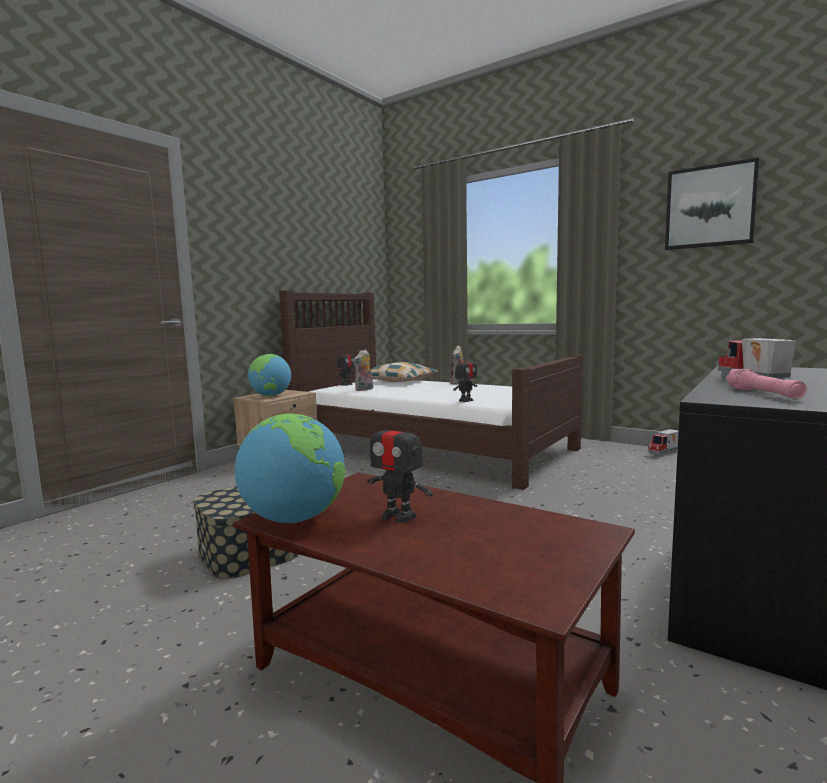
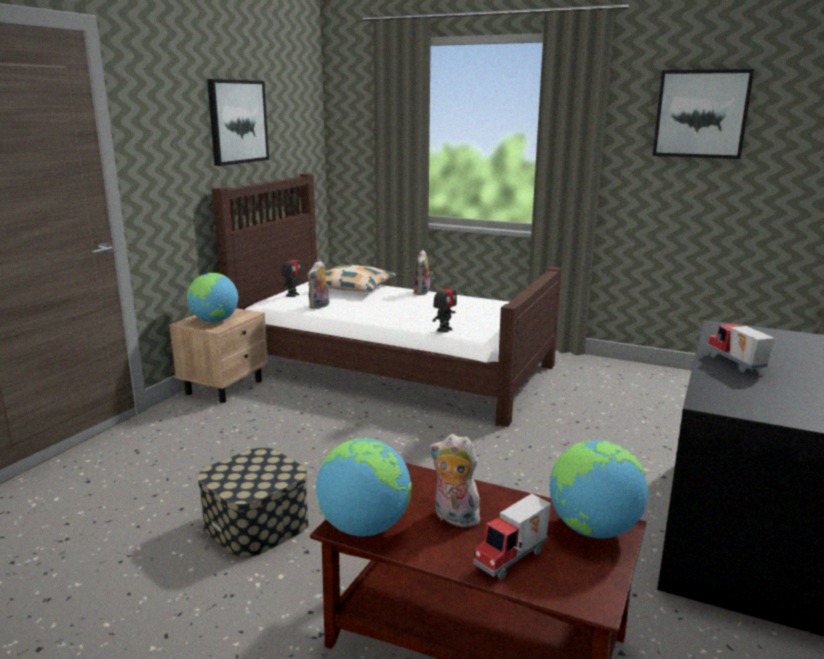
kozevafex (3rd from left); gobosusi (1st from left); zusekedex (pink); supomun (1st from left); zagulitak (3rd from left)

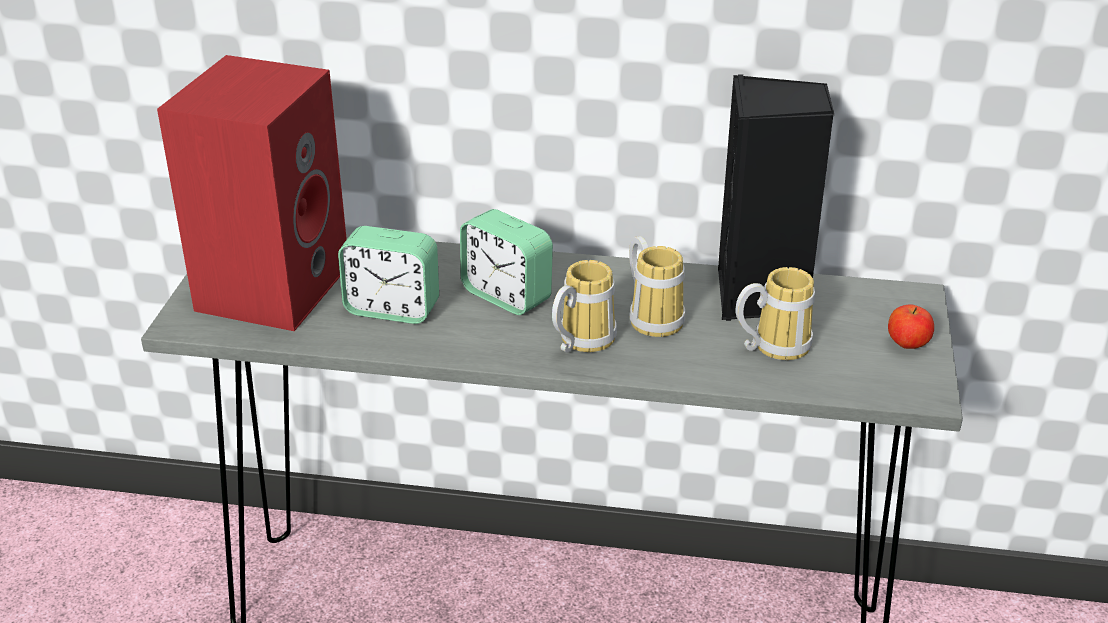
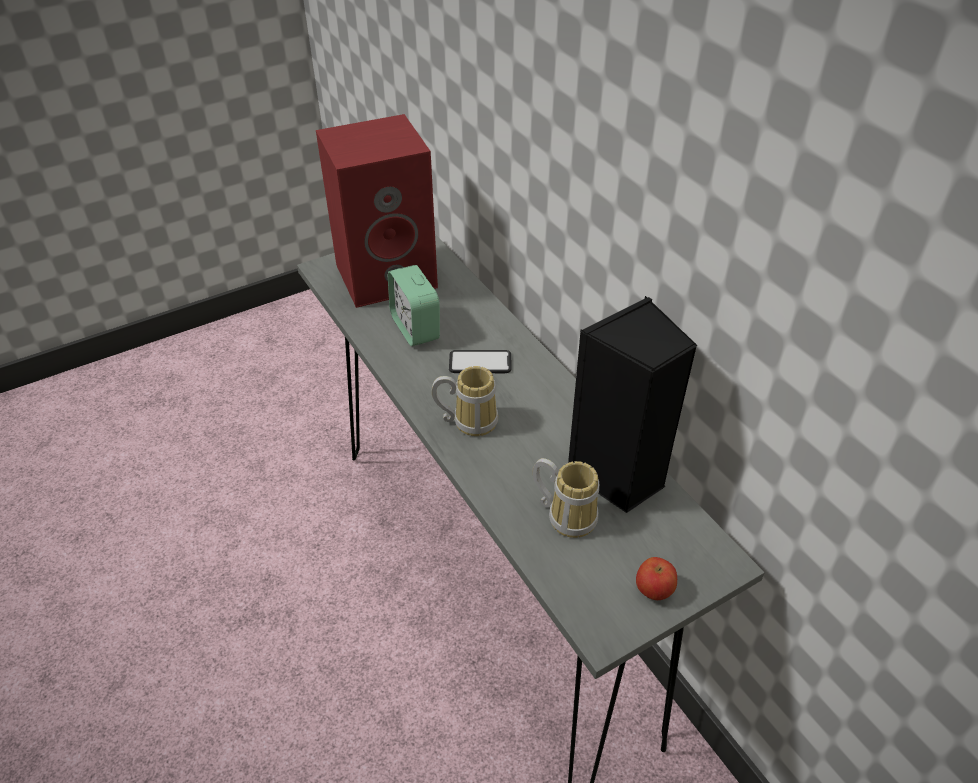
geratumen; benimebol (2nd from left in the first image)

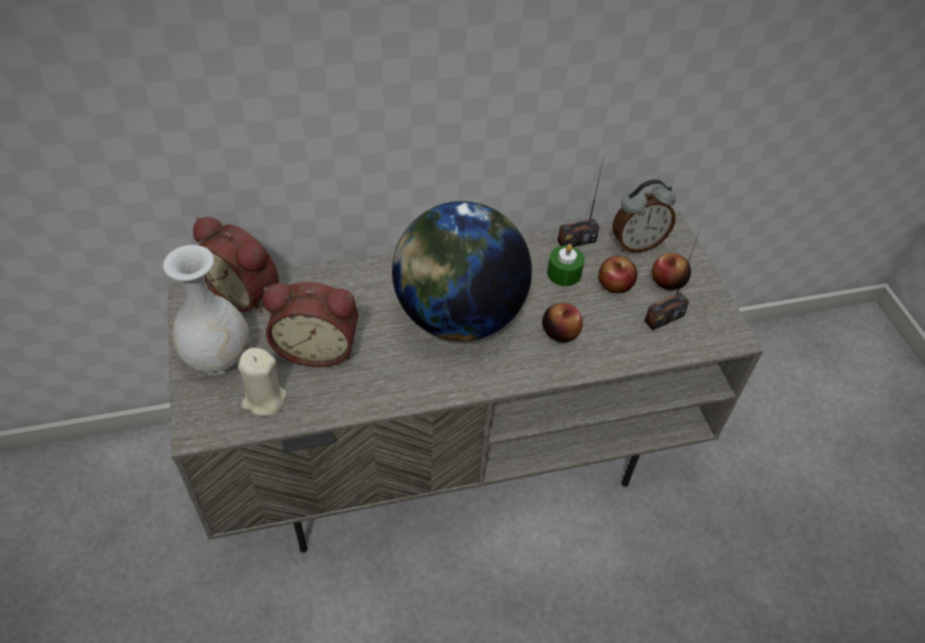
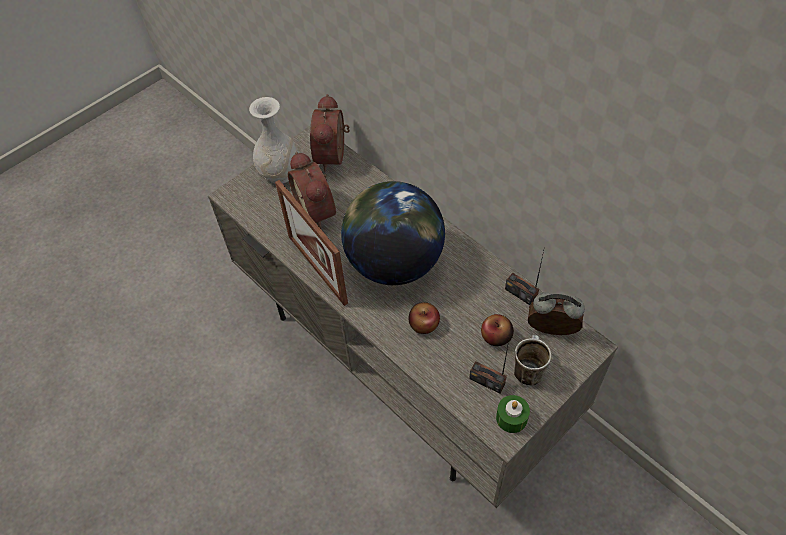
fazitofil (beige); fazitofil (green); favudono (3rd from left); benimebol; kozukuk

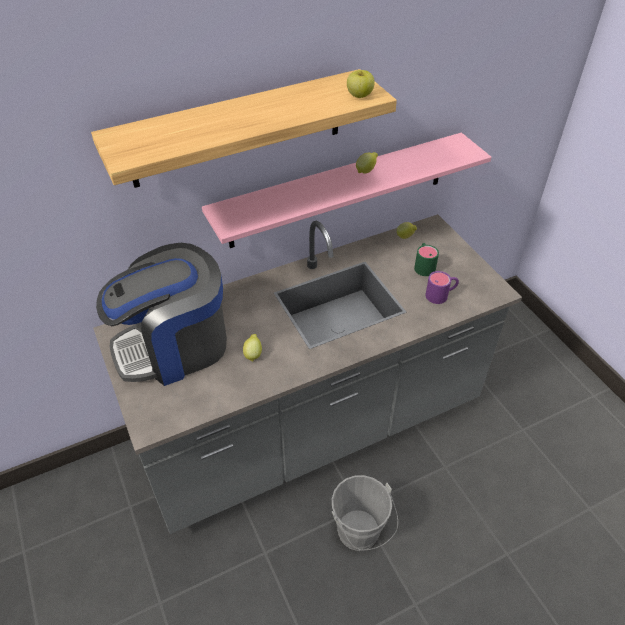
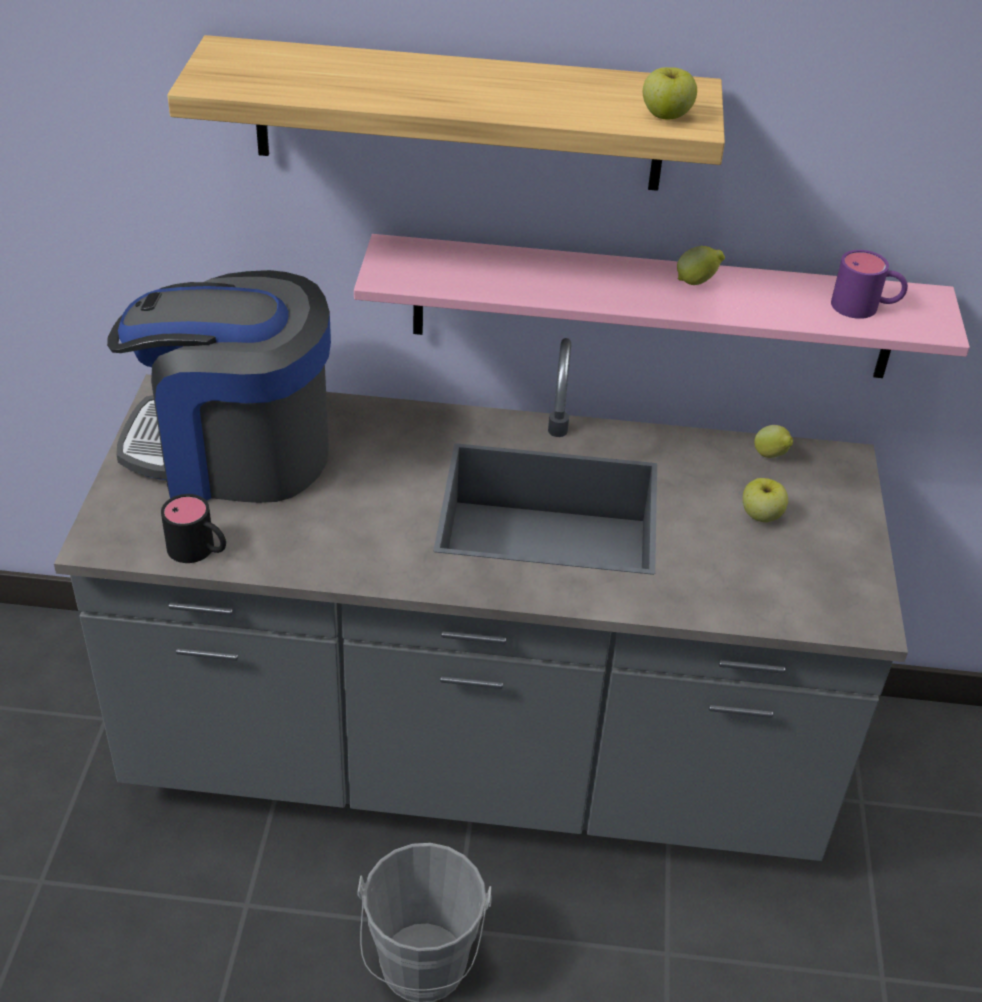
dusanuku (1st from left in the first image); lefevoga (2nd from left); benimebol (purple); benimebol (black)

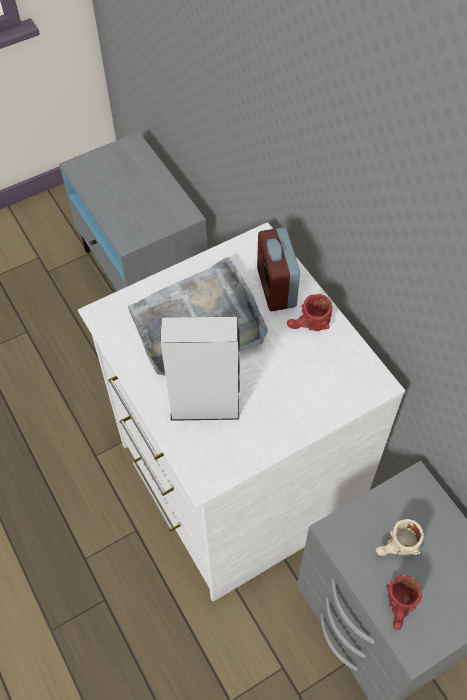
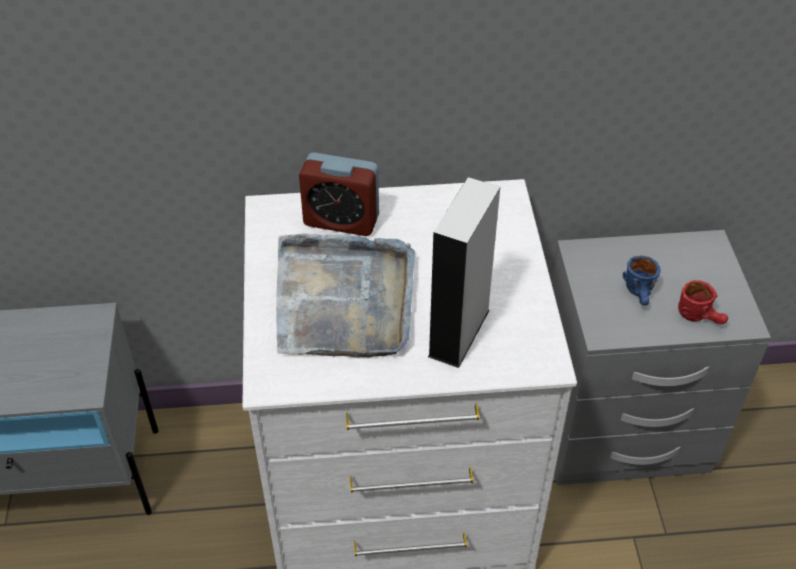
benimebol (red) (1st from left in the first image); benimebol (blue)

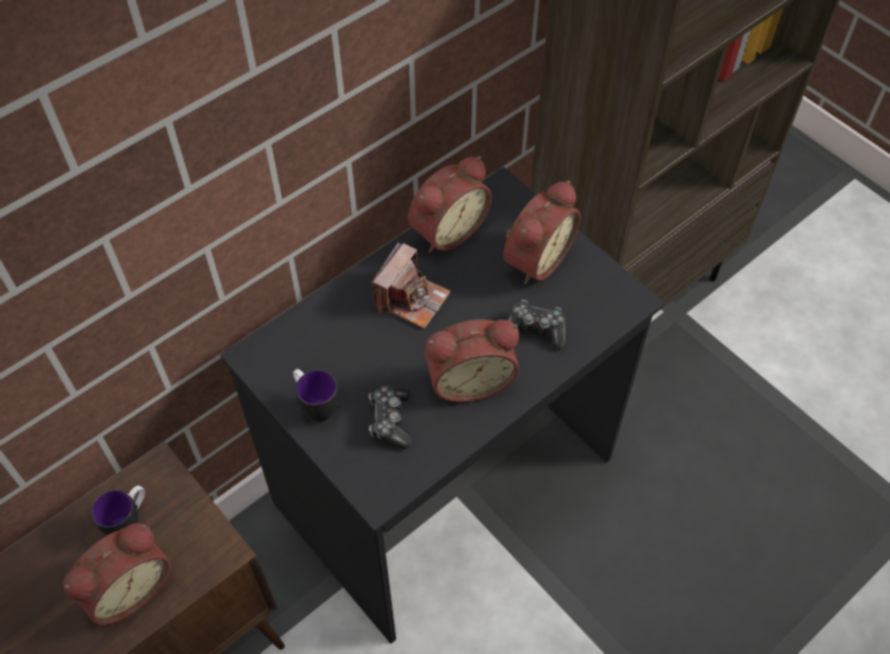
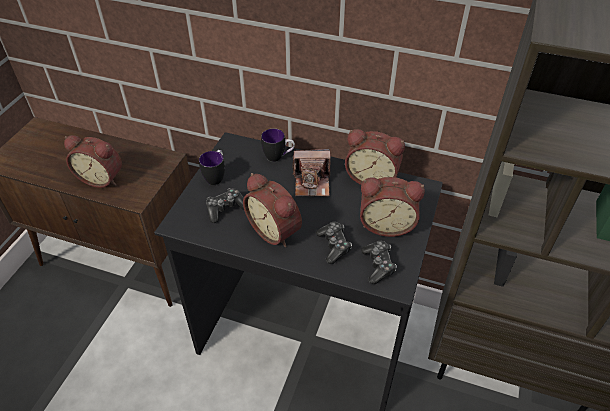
benimebol (2nd from left); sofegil (3rd from left)

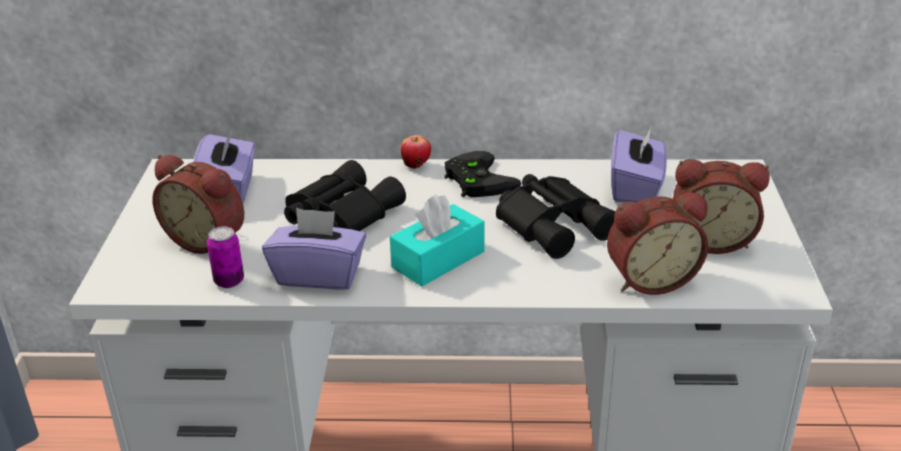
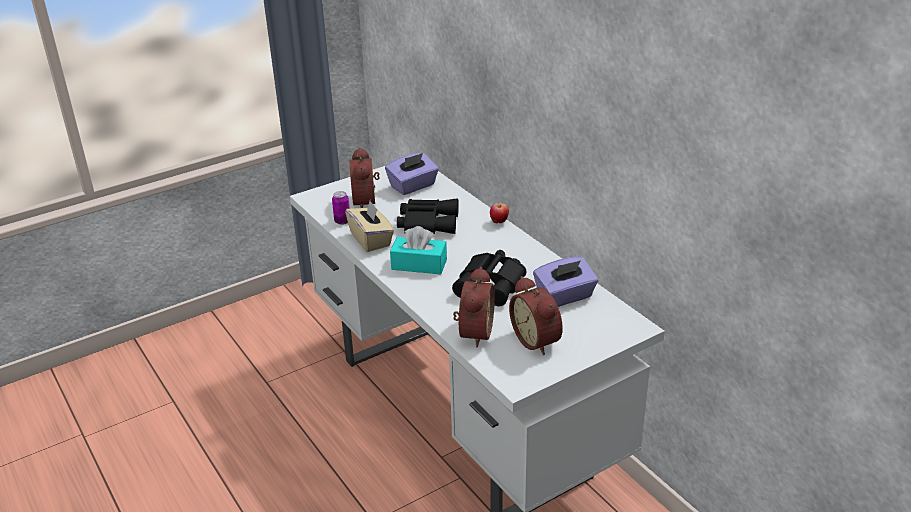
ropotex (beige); sofegil (black); favudono (2nd from left)

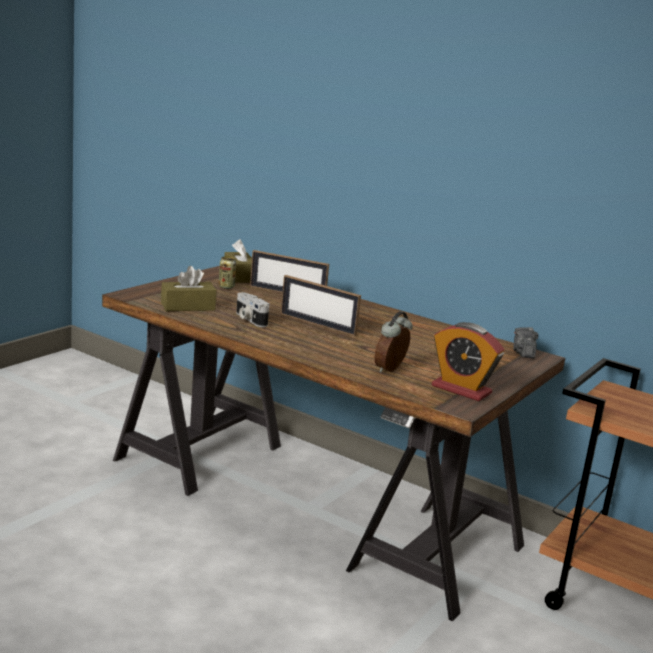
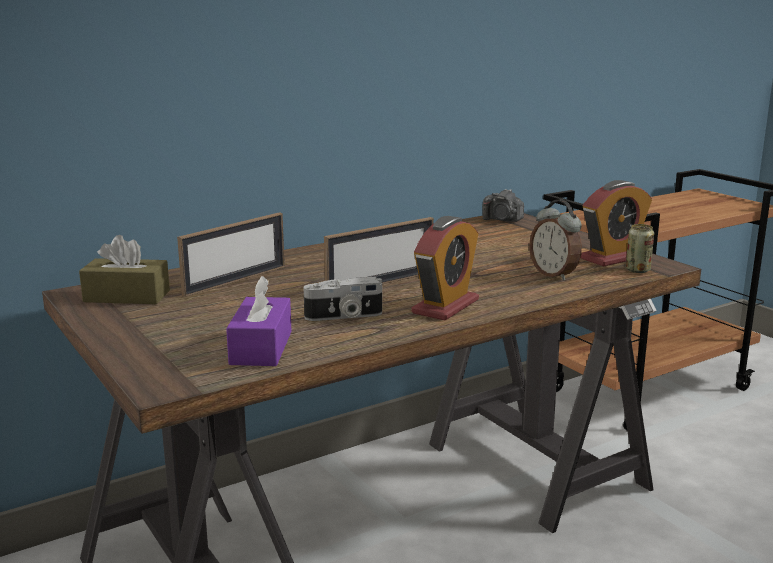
ropotex (purple); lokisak; favudono (1st from left)

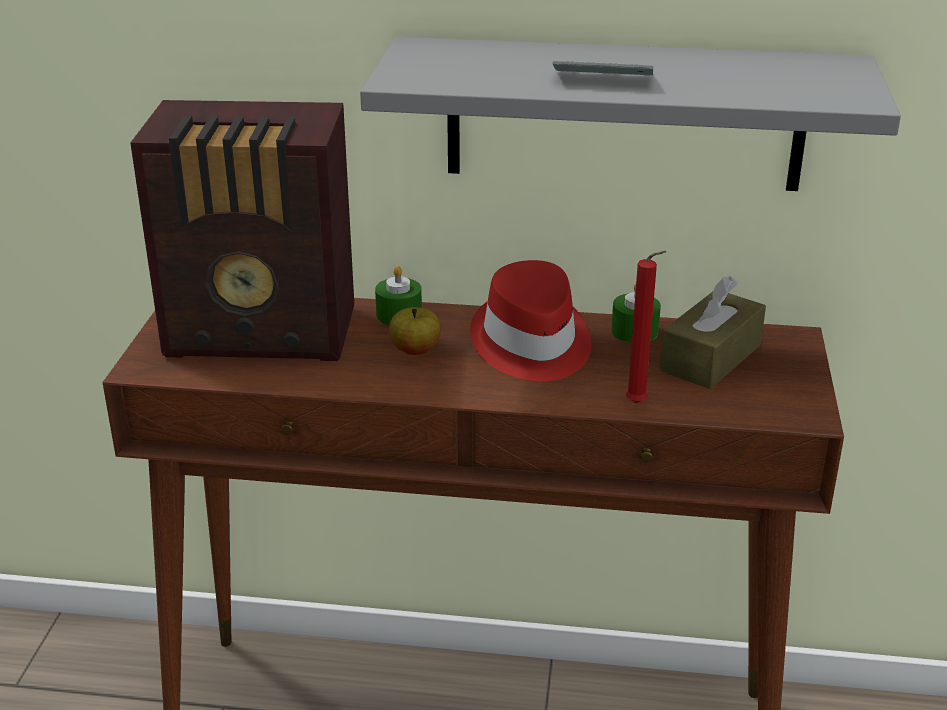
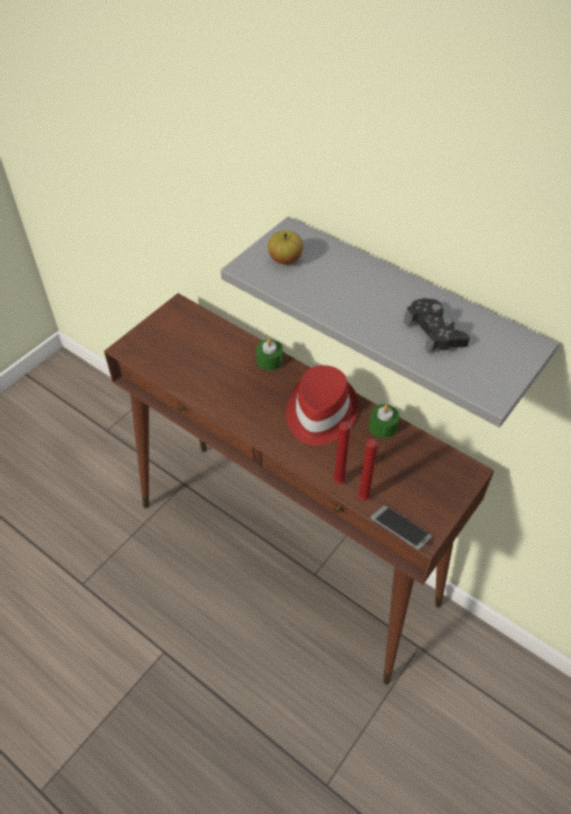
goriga; lefevoga; geratumen; ropotex (brown); fazitofil (red) (2nd from left); sofegil (black)

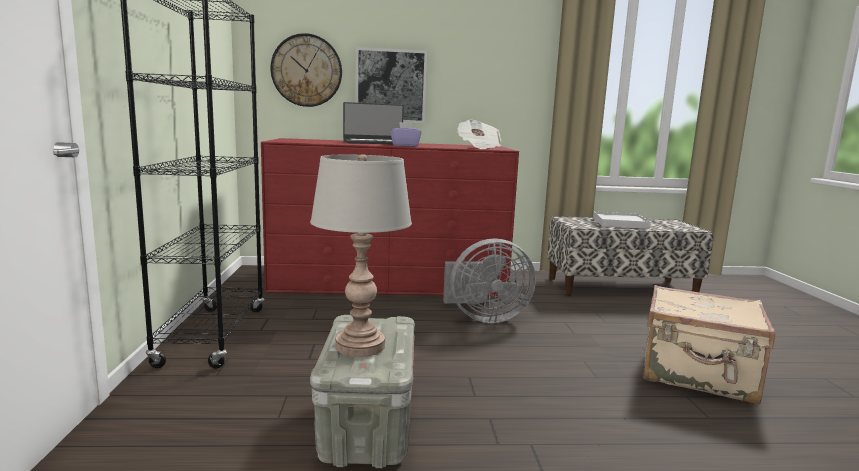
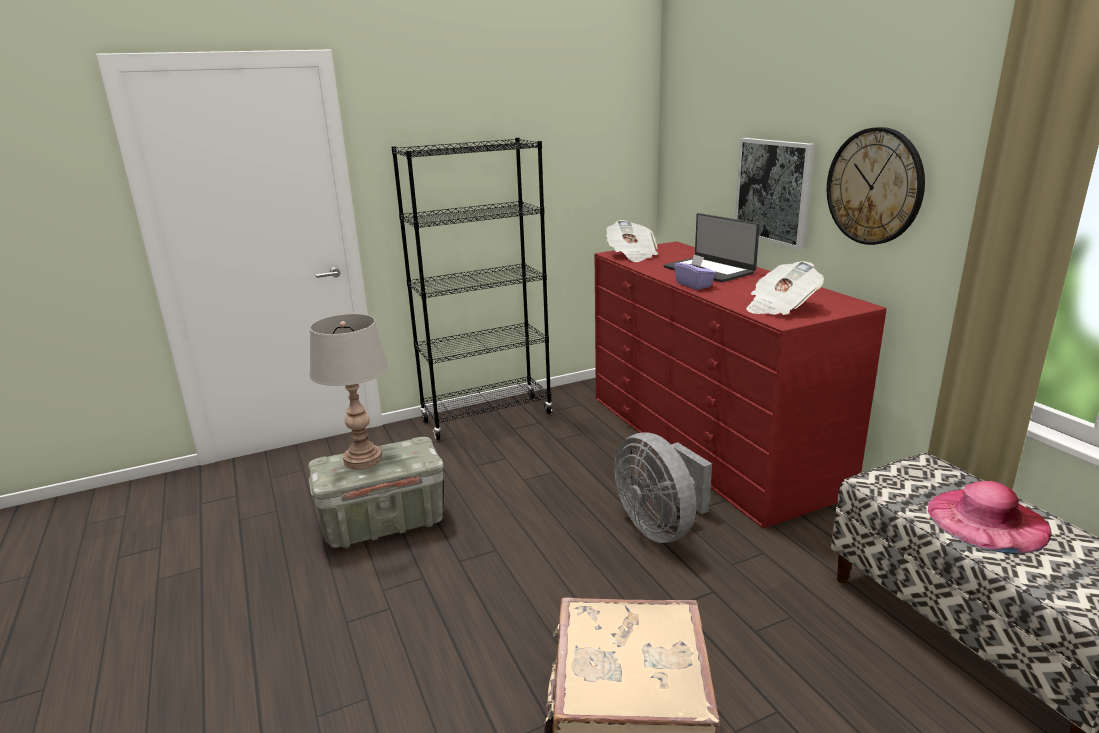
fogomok; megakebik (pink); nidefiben (1st from left)

